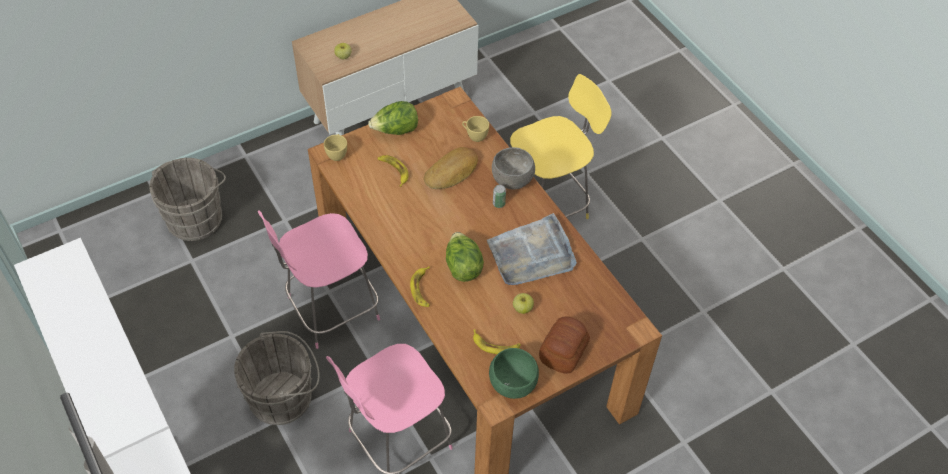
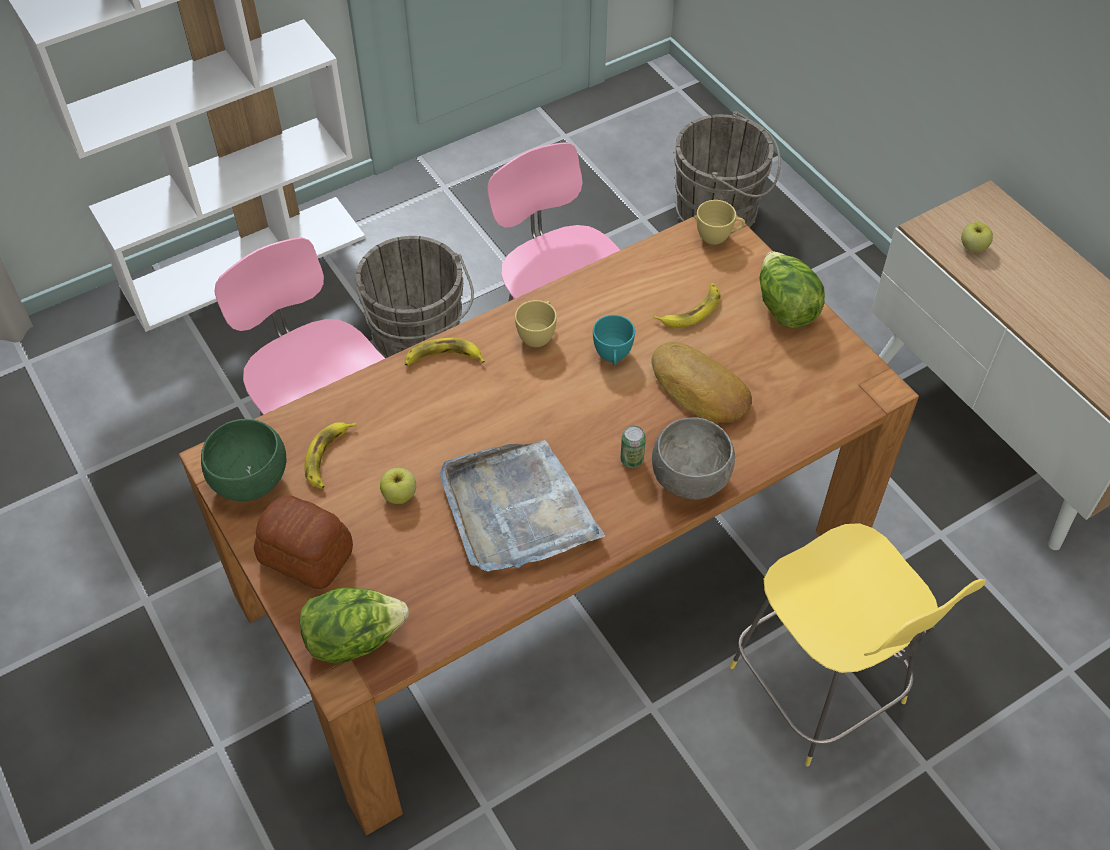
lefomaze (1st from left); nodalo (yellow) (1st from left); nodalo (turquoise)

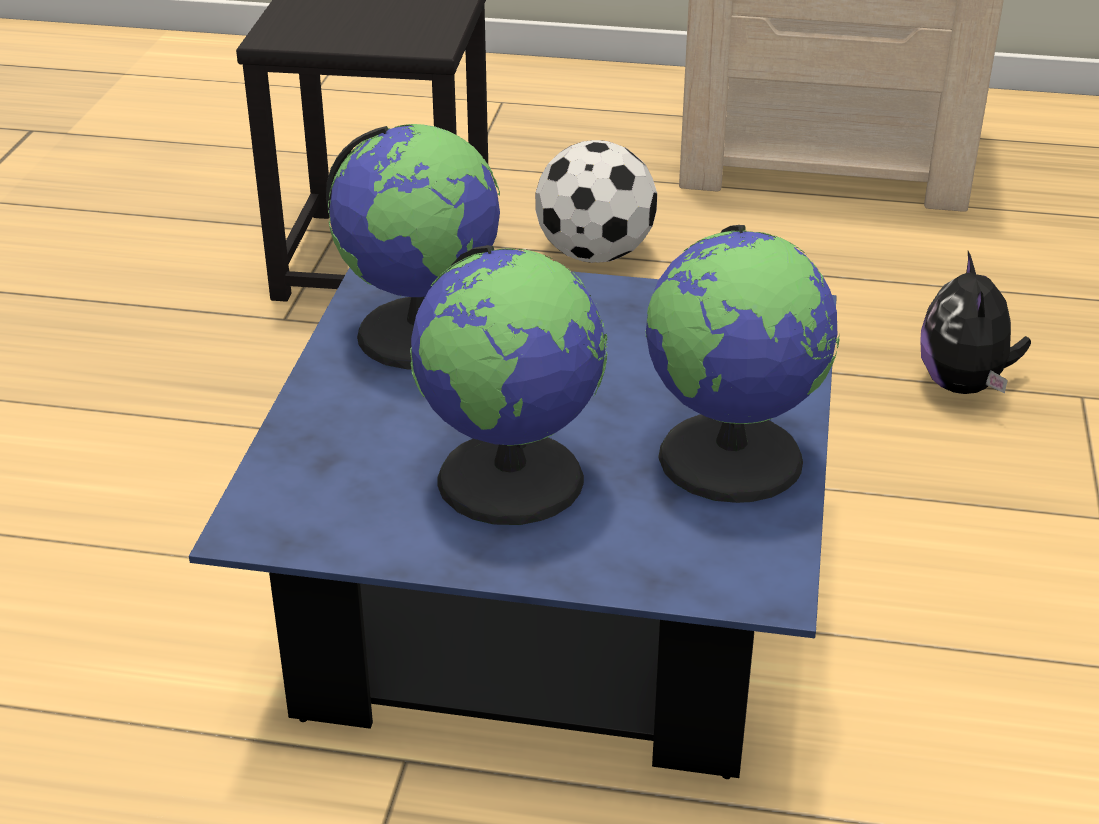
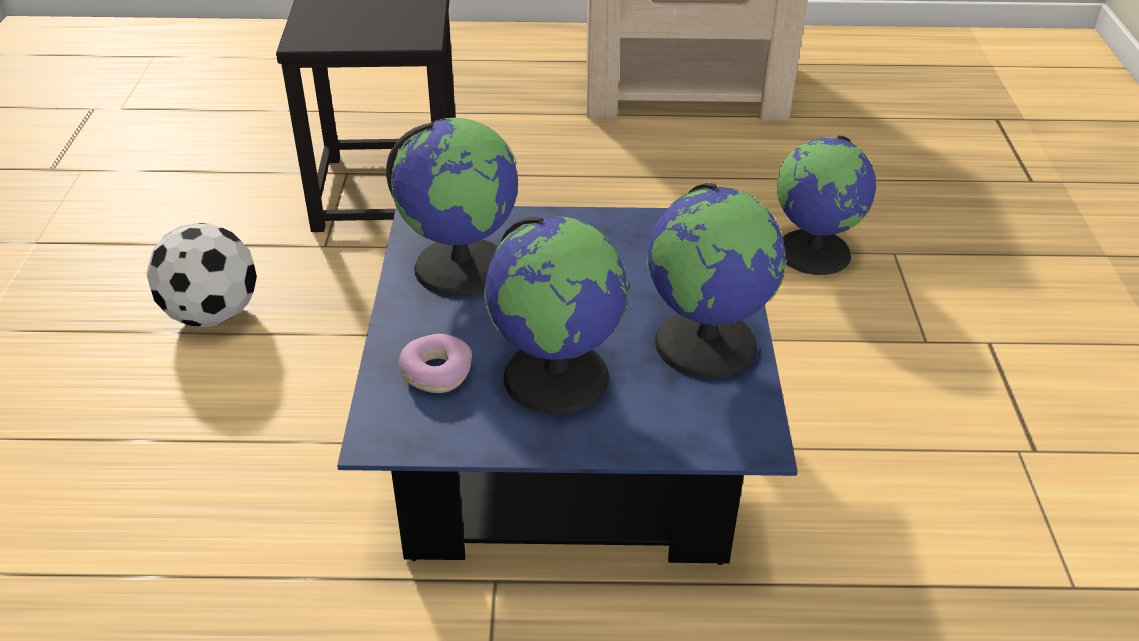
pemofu; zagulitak (4th from left); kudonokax

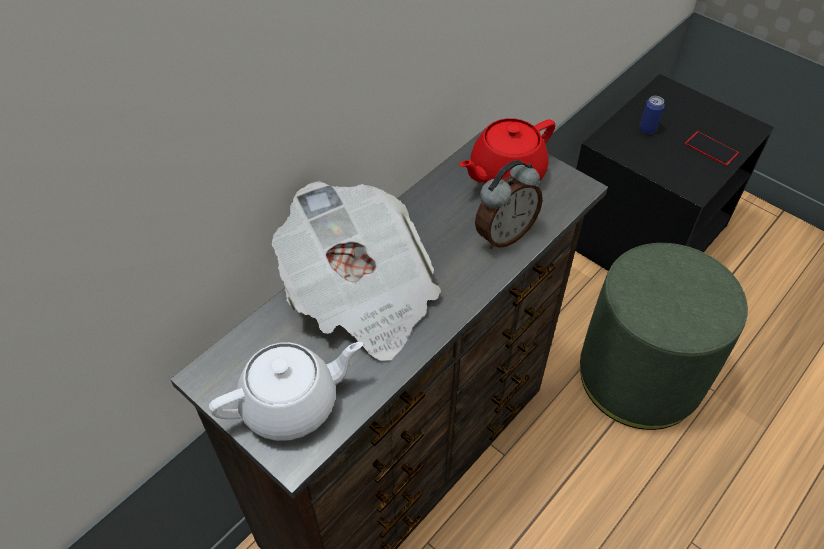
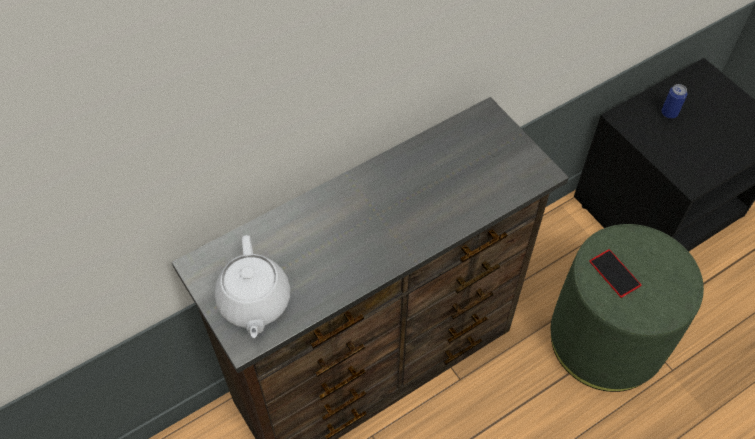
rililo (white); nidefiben; rililo (red); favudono; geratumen

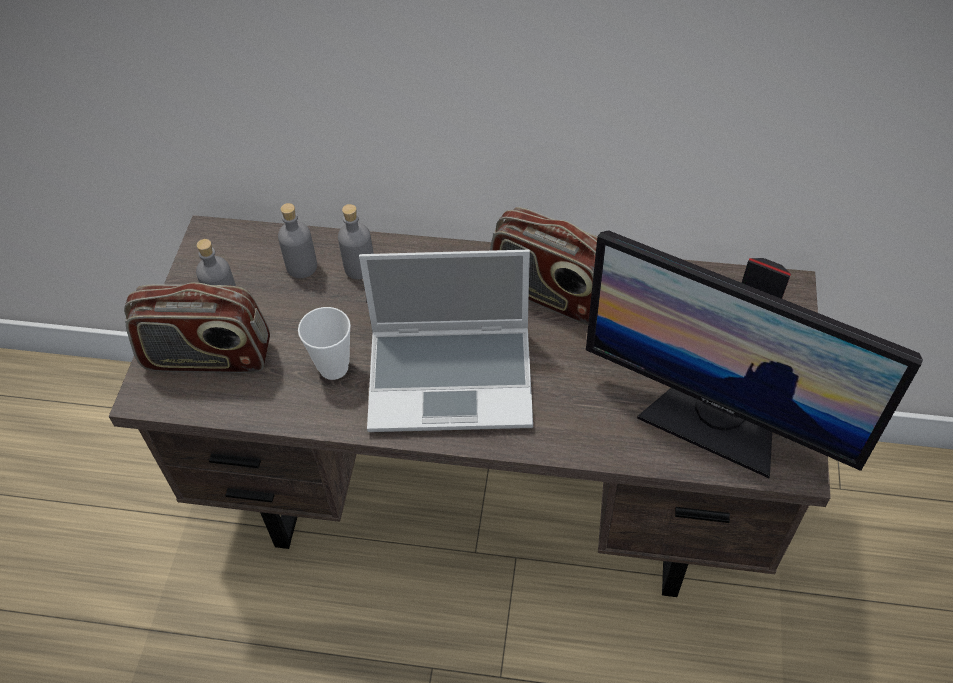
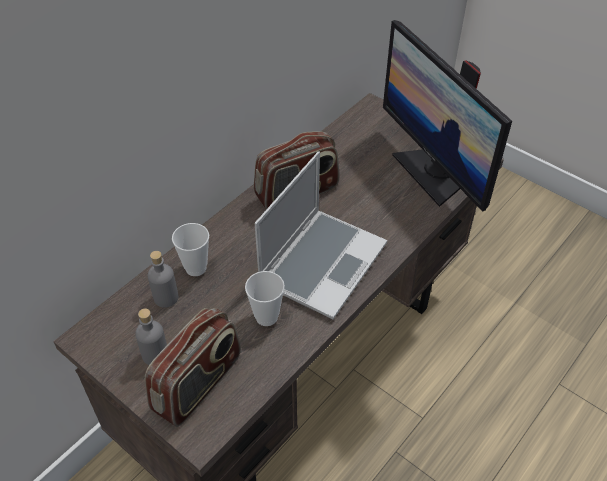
nodalo (1st from left); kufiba

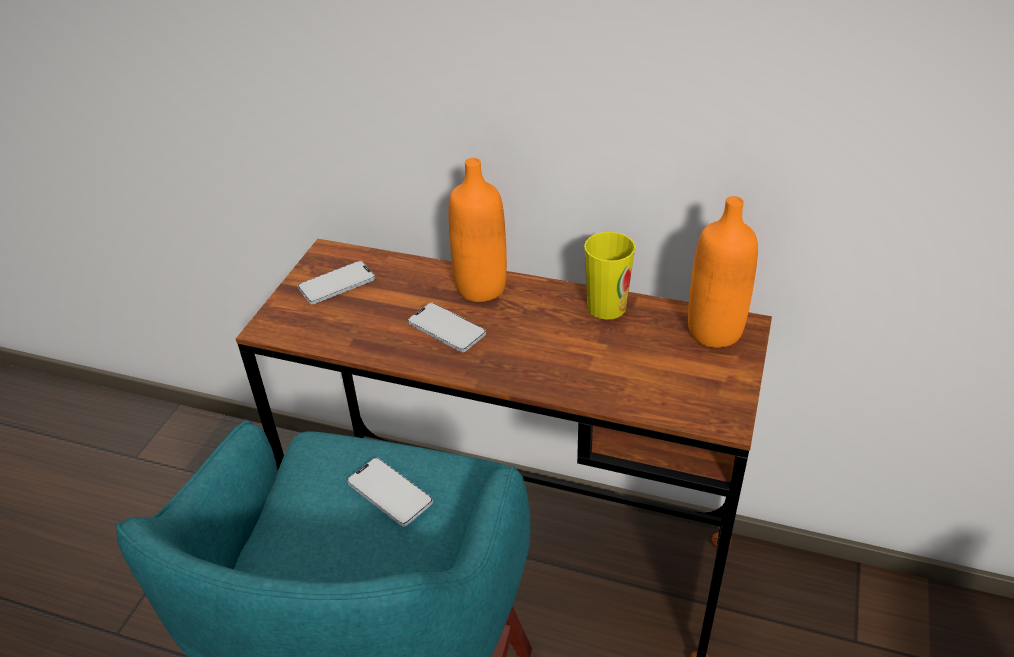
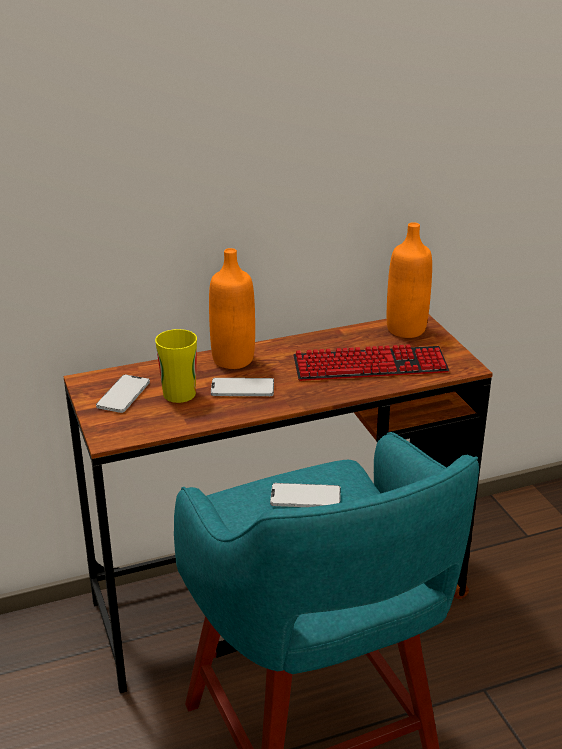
nodalo; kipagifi

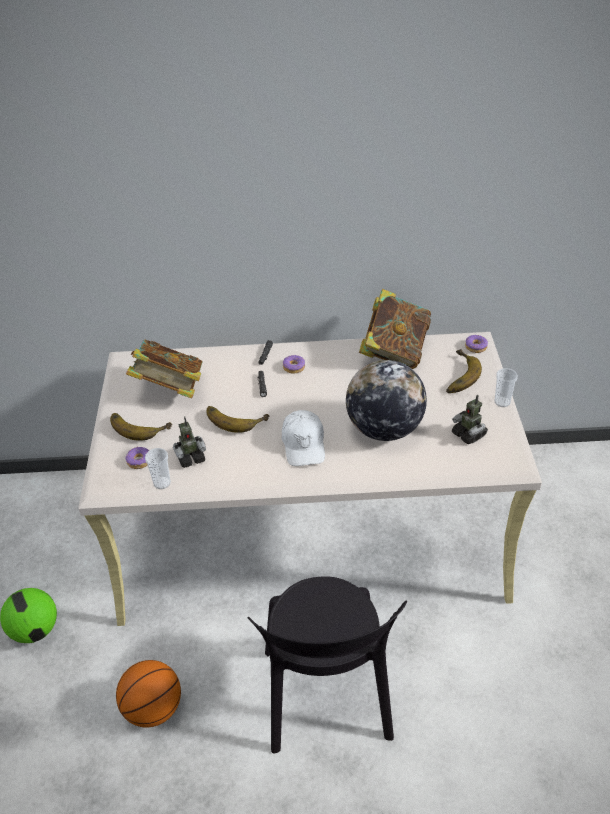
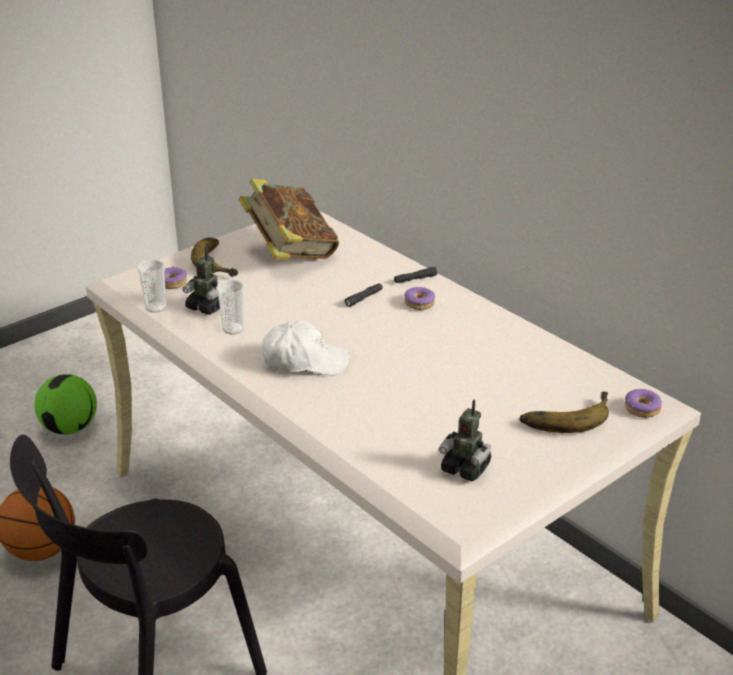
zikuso (2nd from left in the first image); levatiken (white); zagulitak; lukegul (2nd from left in the first image); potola (2nd from left); nodalo (2nd from left)

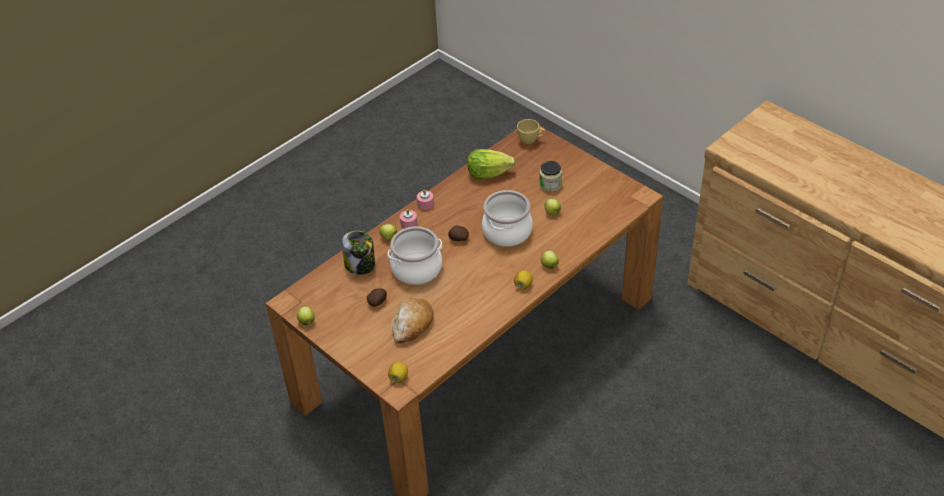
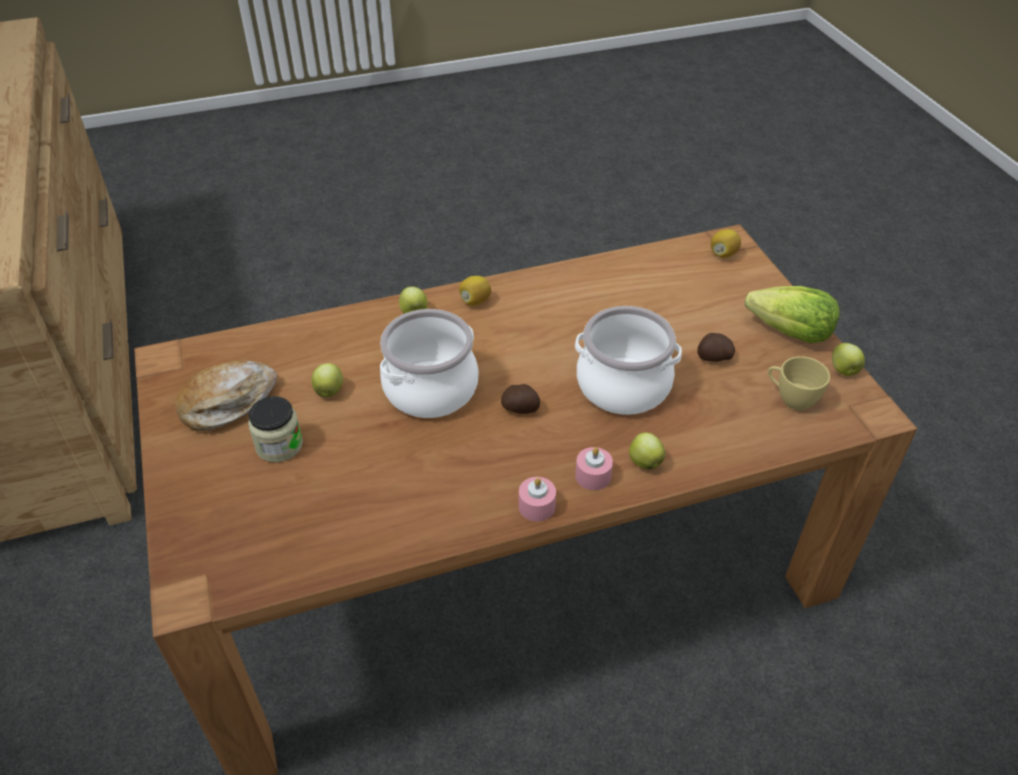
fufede (1st from left in the first image); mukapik; lefomaze; nodalo (yellow)

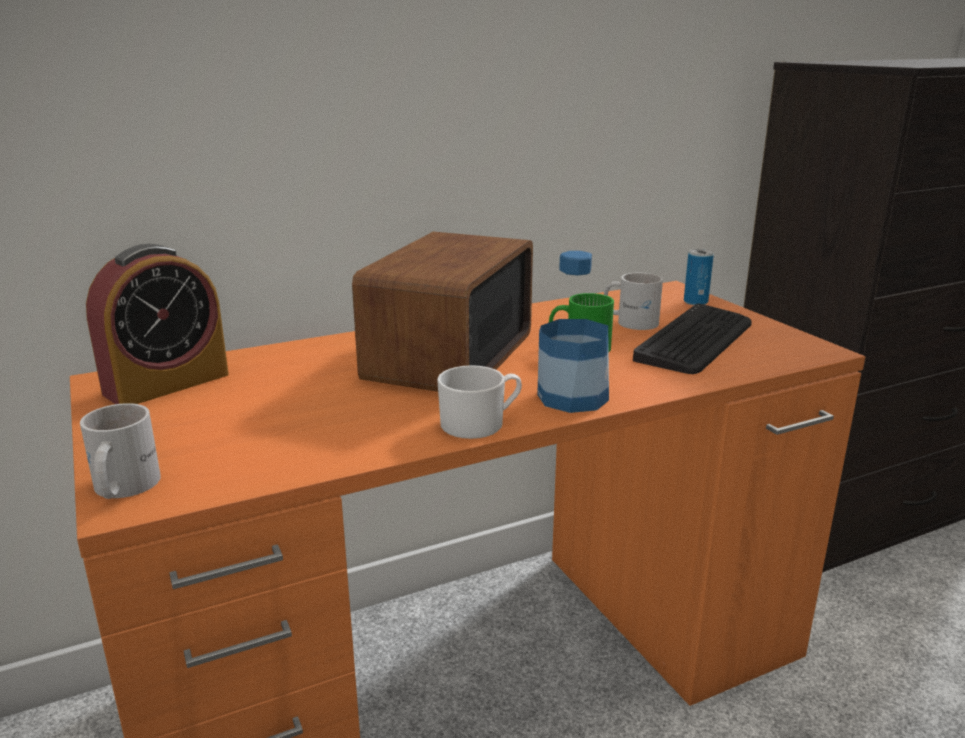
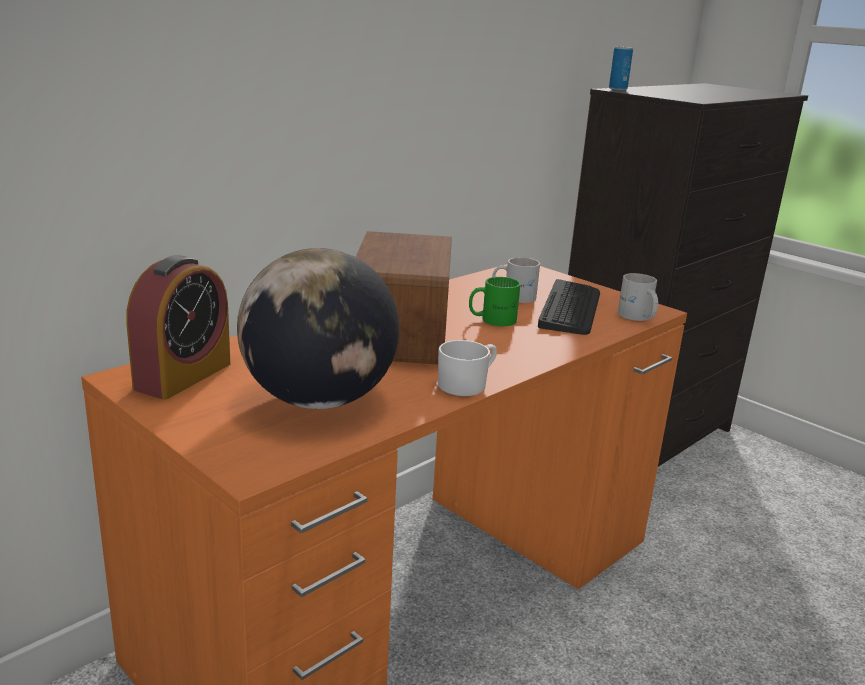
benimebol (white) (3rd from left); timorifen; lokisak; zagulitak

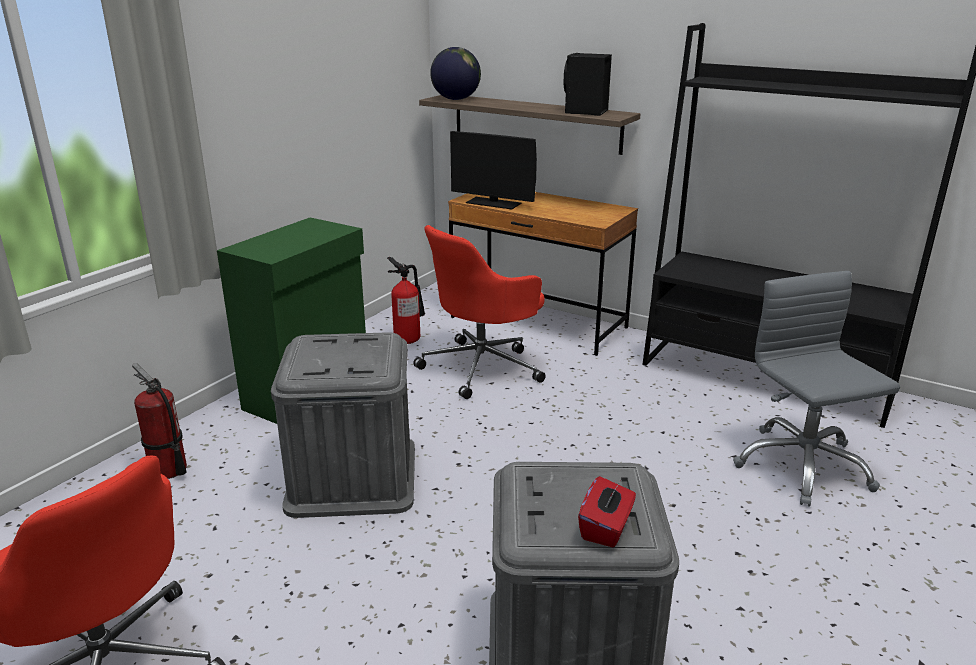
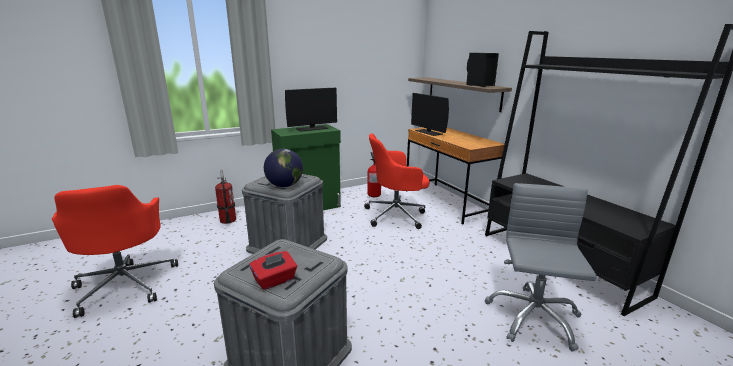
zagulitak; kufiba (1st from left)

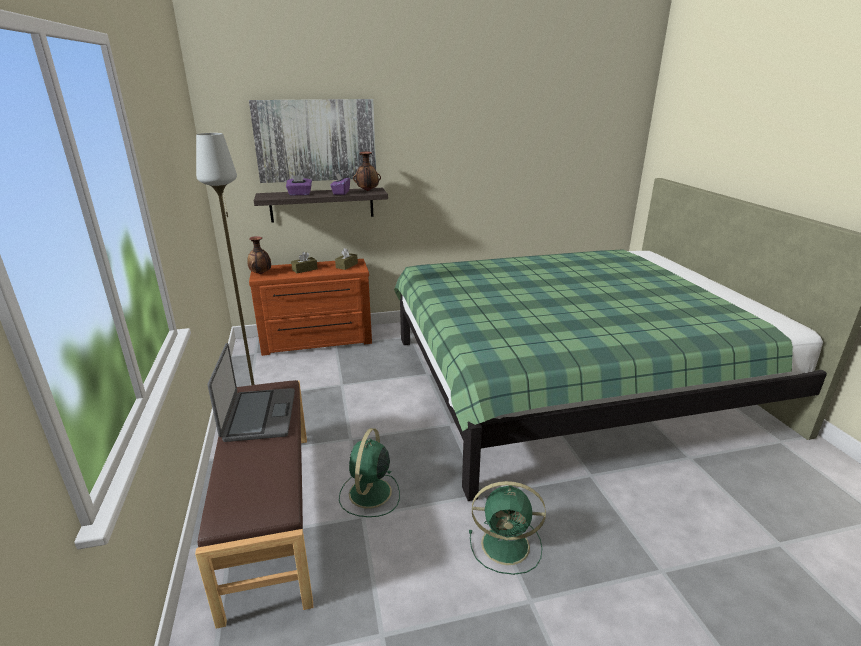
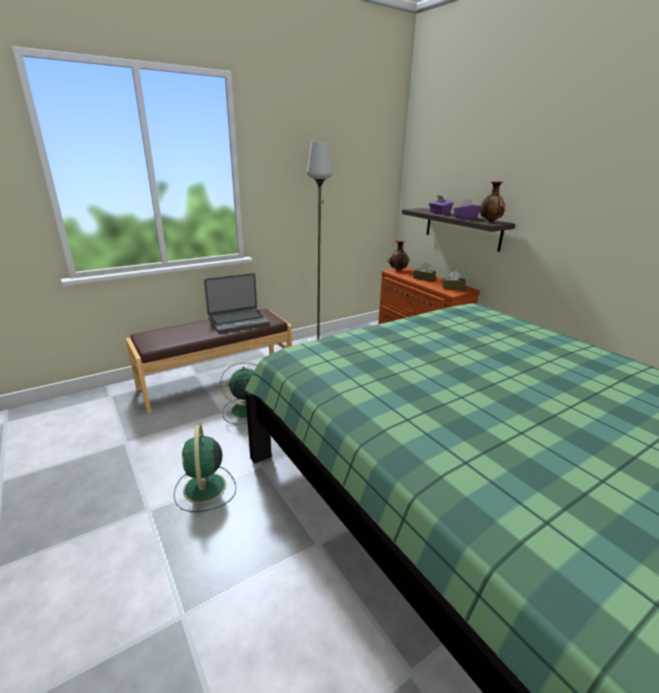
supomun

